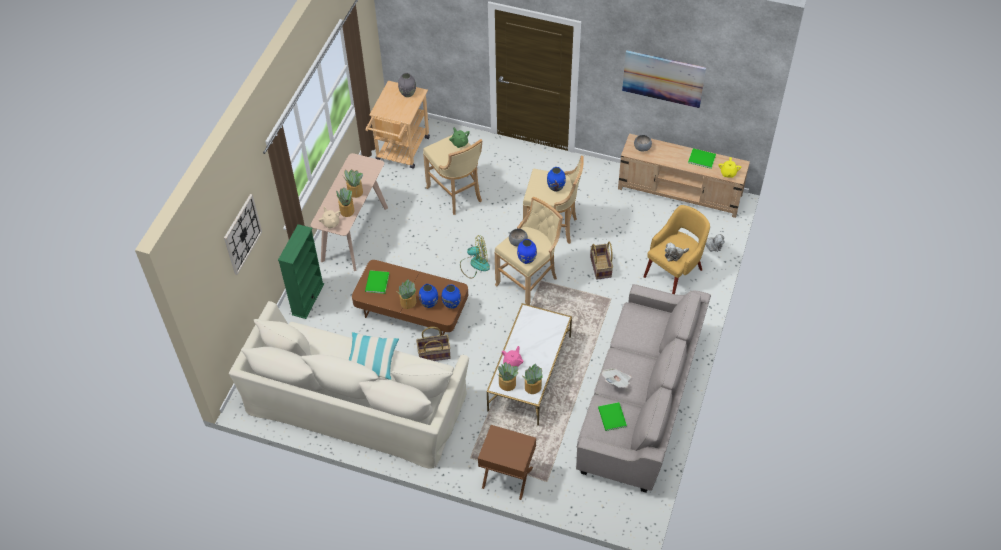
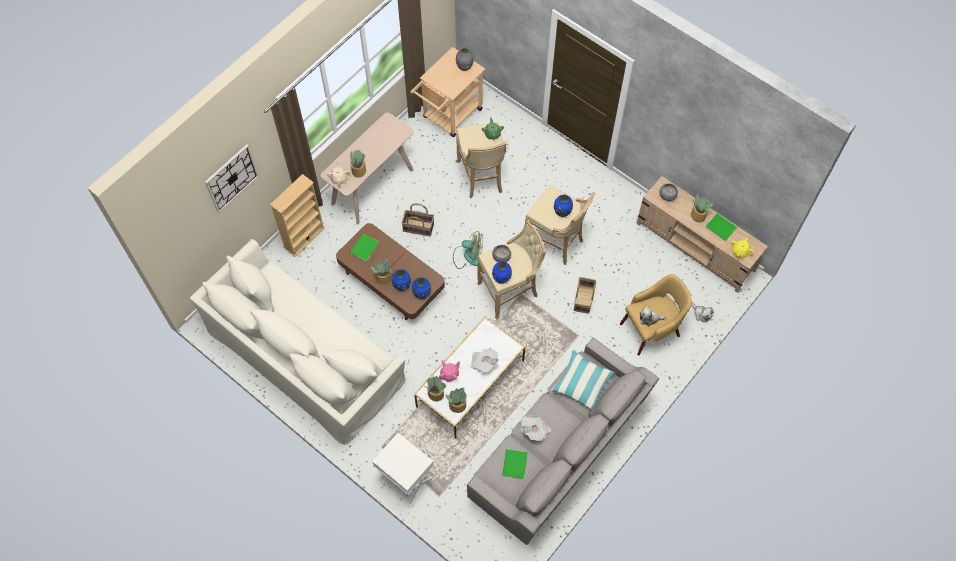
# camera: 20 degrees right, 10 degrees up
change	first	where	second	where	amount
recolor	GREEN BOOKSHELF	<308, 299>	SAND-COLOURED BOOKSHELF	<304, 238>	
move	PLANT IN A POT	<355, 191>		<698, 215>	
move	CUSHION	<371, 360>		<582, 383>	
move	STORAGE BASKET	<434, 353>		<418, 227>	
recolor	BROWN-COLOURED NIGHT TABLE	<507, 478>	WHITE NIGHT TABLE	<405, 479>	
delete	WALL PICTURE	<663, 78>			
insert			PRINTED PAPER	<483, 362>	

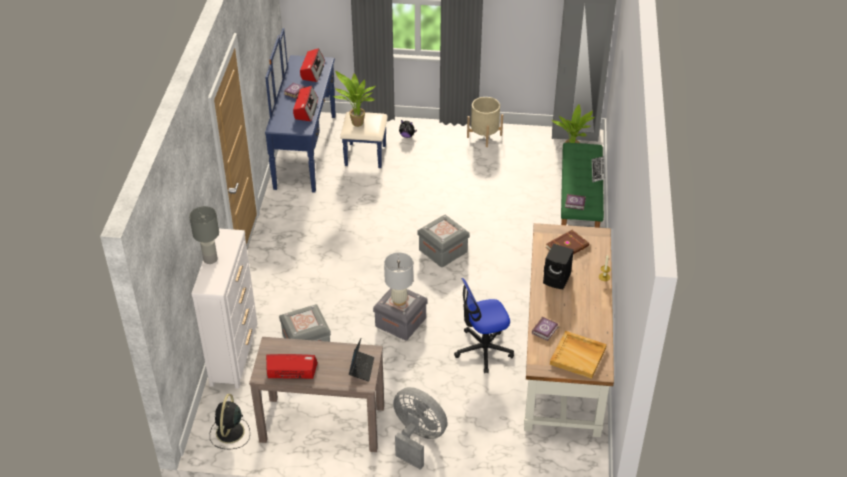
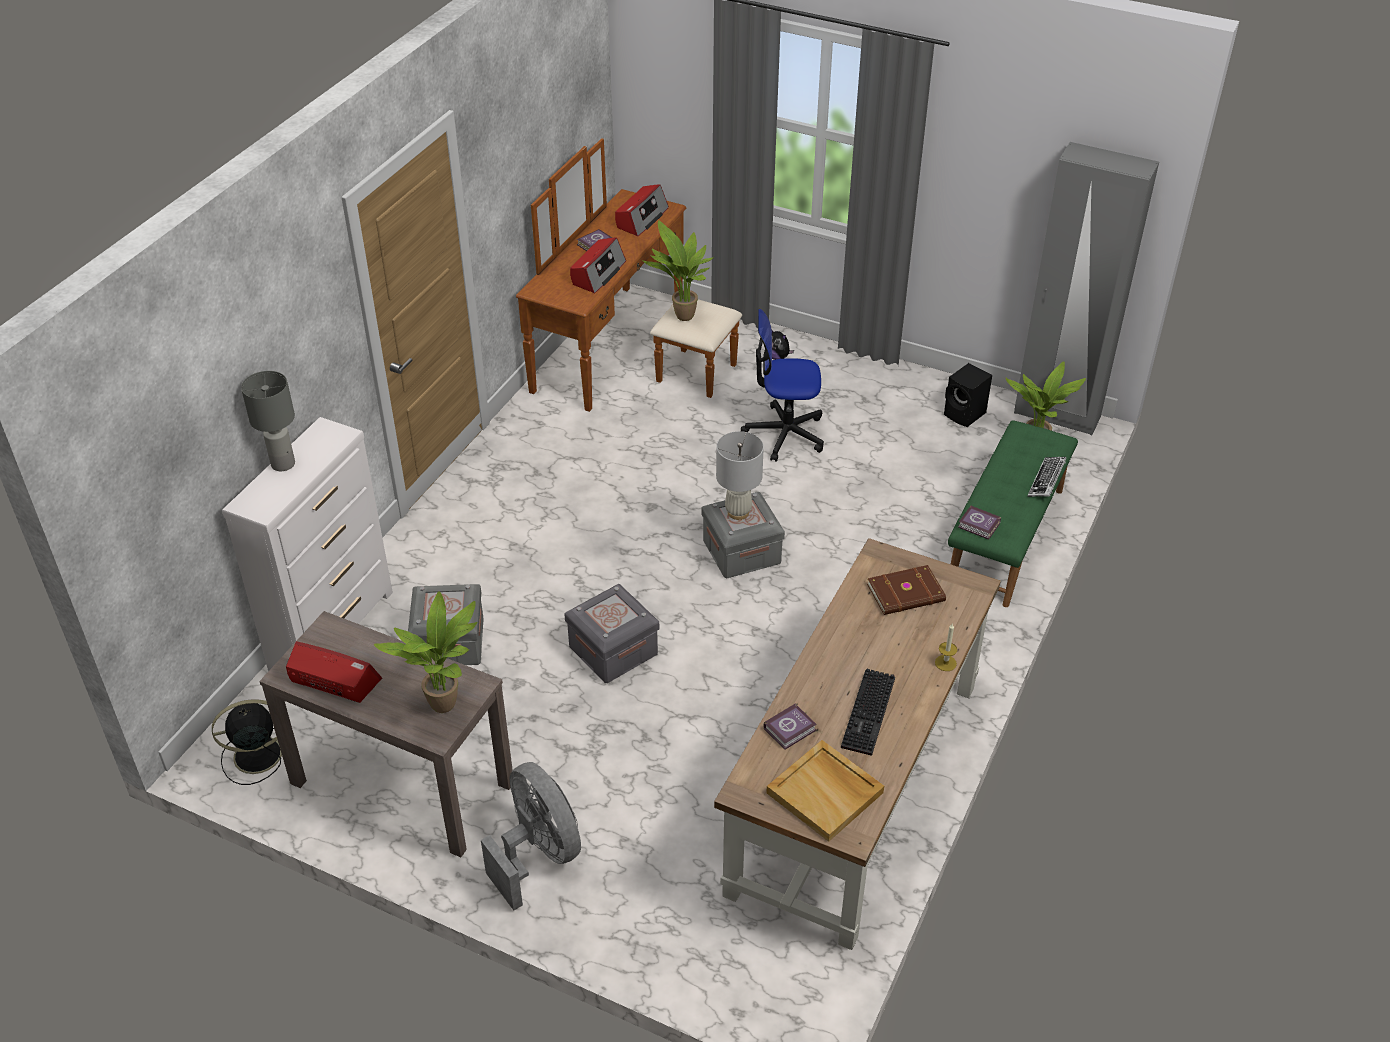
# camera: 20 degrees right, 0 degrees up
change	first	where	second	where	amount
rotate	BLACK FAN	<229, 433>		<255, 755>	45 degrees clockwise
recolor	BLUE-COLOURED DRAWER CHEST	<319, 152>	BROWN-COLOURED DRAWER CHEST	<628, 352>	
replace	LAPTOP	<361, 368>	PLANT IN A POT	<446, 707>	
move	WHITE LAMP FOR A TABLE	<399, 300>		<738, 512>	
move	DESK CHAIR	<483, 350>		<784, 433>	
delete	SAND-COLOURED PLANT POT	<484, 136>			
move	BLACK AUDIO SPEAKER	<557, 279>		<965, 415>	
insert			KEYBOARD	<870, 715>	

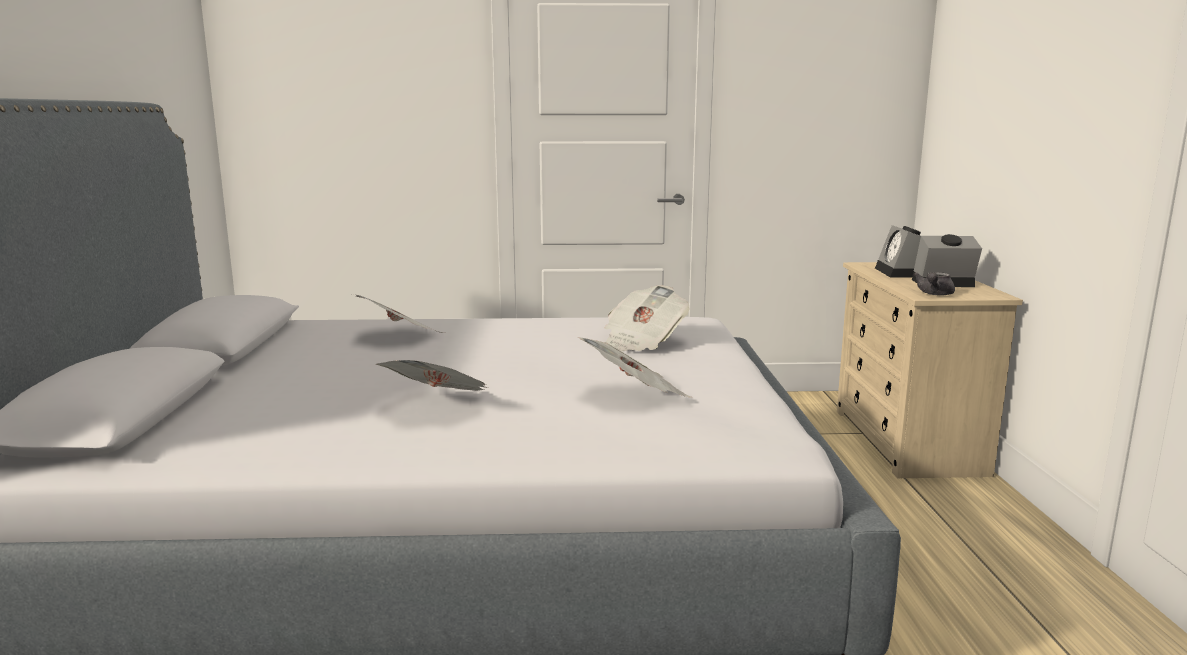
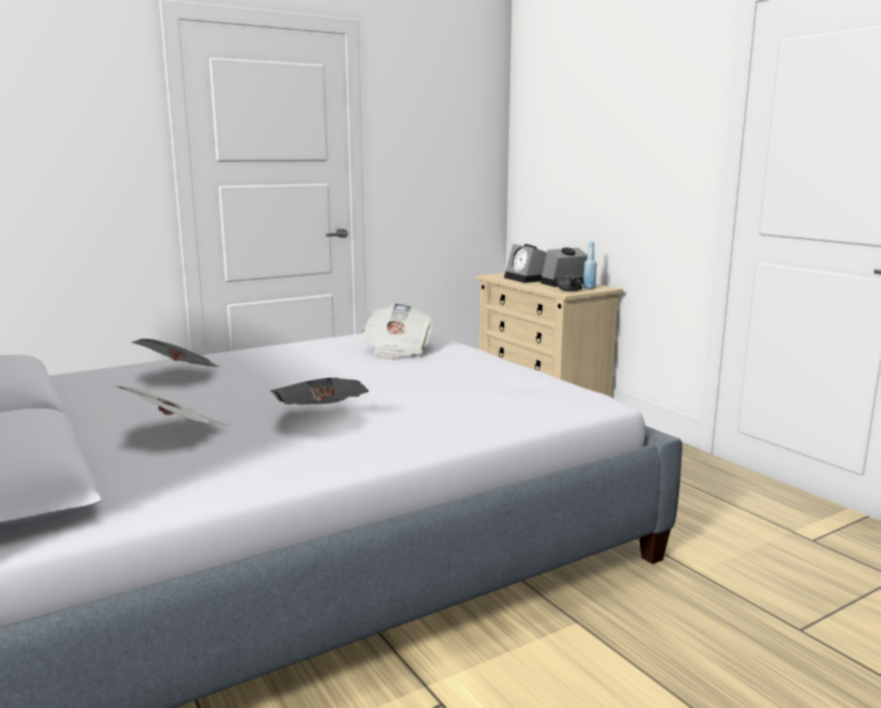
# camera: 30 degrees left, 0 degrees up
change	first	where	second	where	amount
move	PRINTED PAPER	<635, 396>		<175, 433>	
insert			BLUE-COLOURED BEVERAGE BOTTLE	<589, 288>	

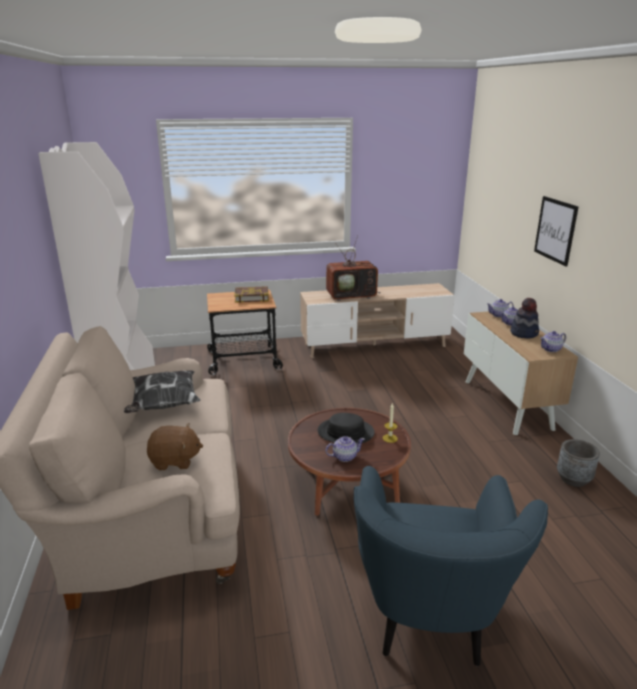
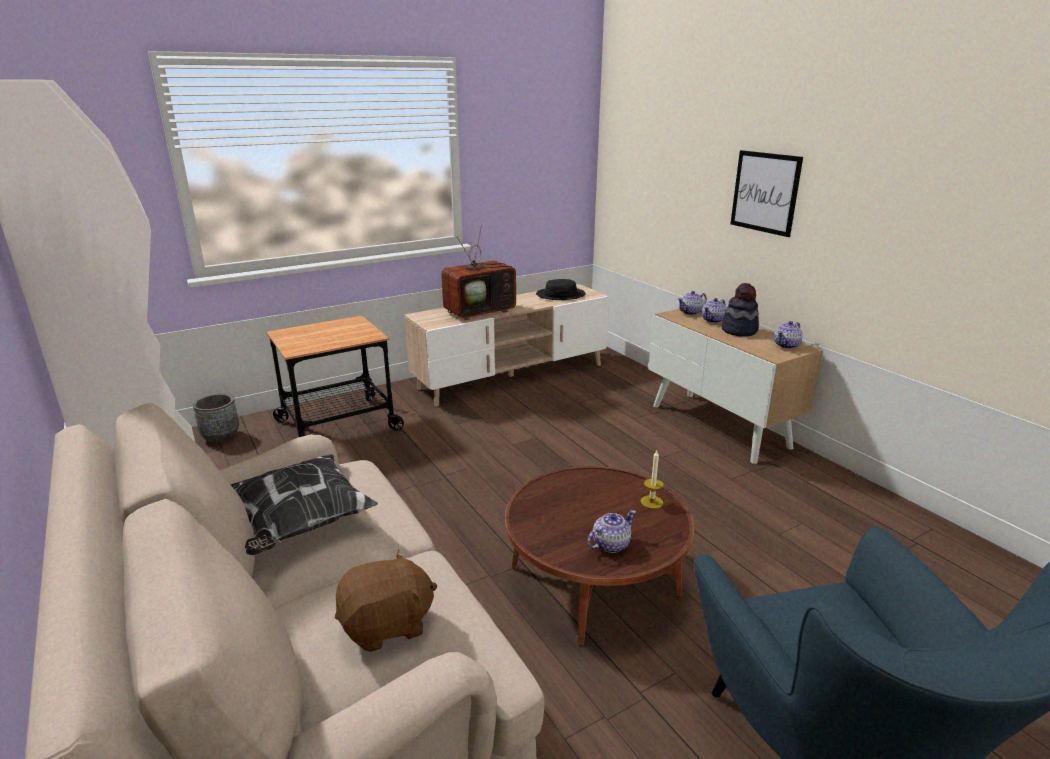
# camera: 20 degrees left, 0 degrees up
change	first	where	second	where	amount
delete	BOOK	<251, 297>			
move	BLACK CLOTHING HAT	<345, 432>		<560, 295>	
move	GRAY PLANT POT	<573, 479>		<221, 436>	

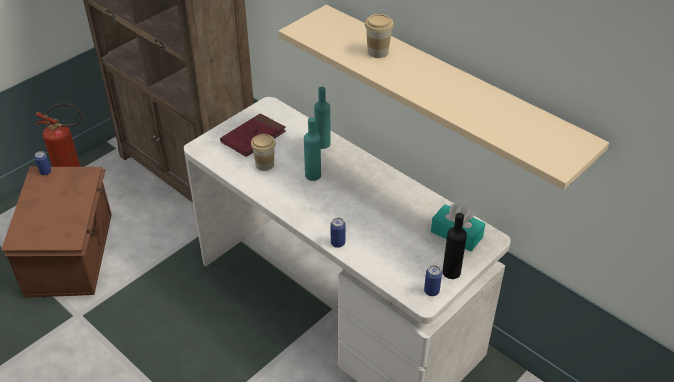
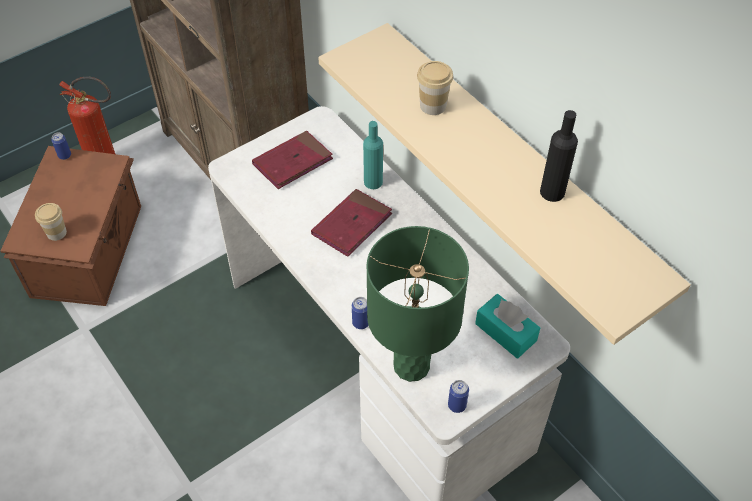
# camera: 10 degrees right, 10 degrees up
change	first	where	second	where	amount
move	SMALL CUP	<264, 164>		<56, 233>	
replace	BLUE-GREEN BEVERAGE BOTTLE	<313, 175>	RED BOOK	<352, 225>	
move	BLACK BEVERAGE BOTTLE	<451, 272>		<552, 192>	
insert			GREEN LAMP FOR A TABLE	<412, 366>	

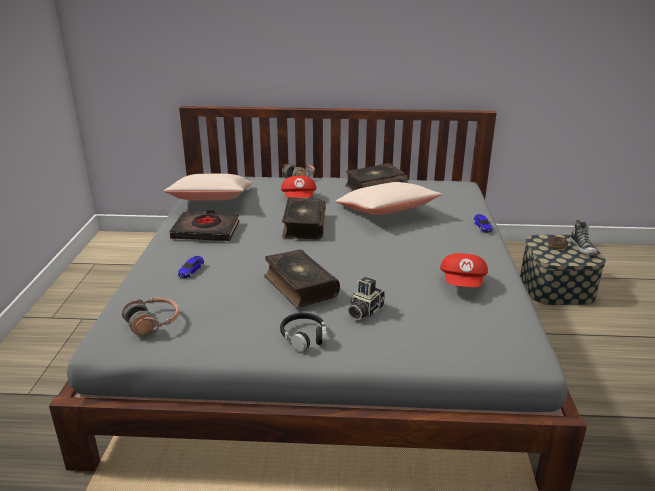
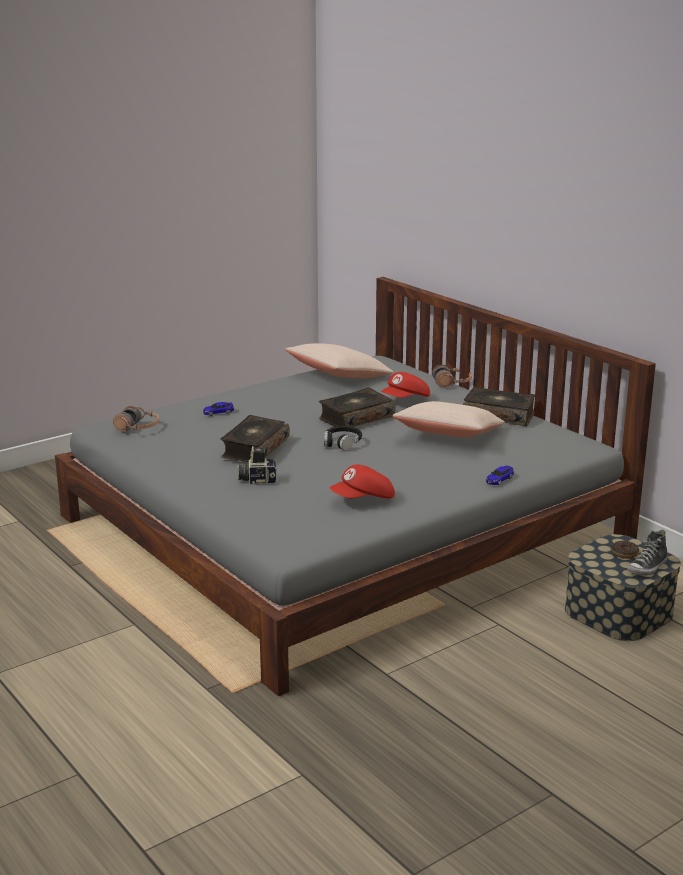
# camera: 50 degrees right, 5 degrees down
change	first	where	second	where	amount
delete	BLACK BOOK	<206, 231>			
move	BLACK HEADSET	<304, 336>		<342, 443>	

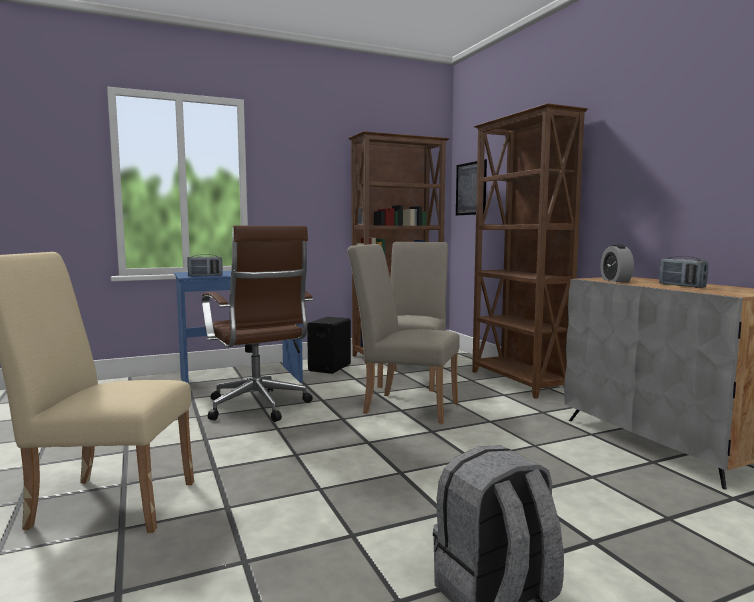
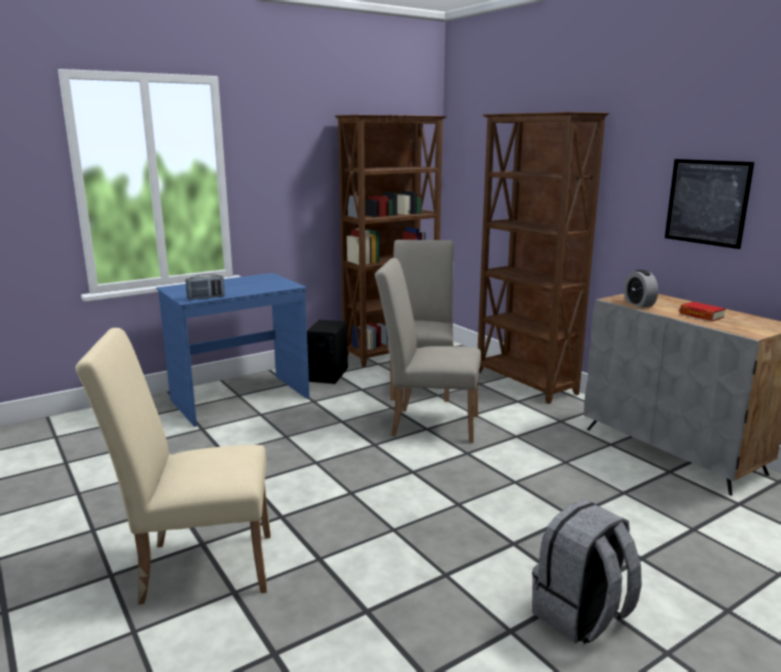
# camera: 10 degrees left, 10 degrees up
change	first	where	second	where	amount
delete	BROWN-COLOURED DESK CHAIR	<259, 408>			
move	WALL PICTURE	<471, 188>		<707, 202>	
replace	RADIO RECEIVER	<681, 286>	BOOK	<701, 315>	

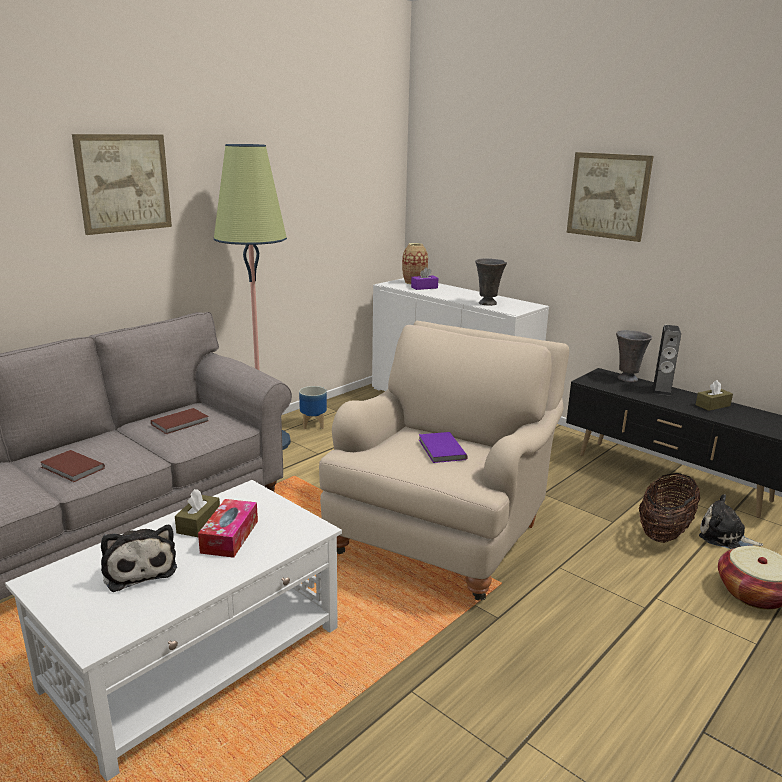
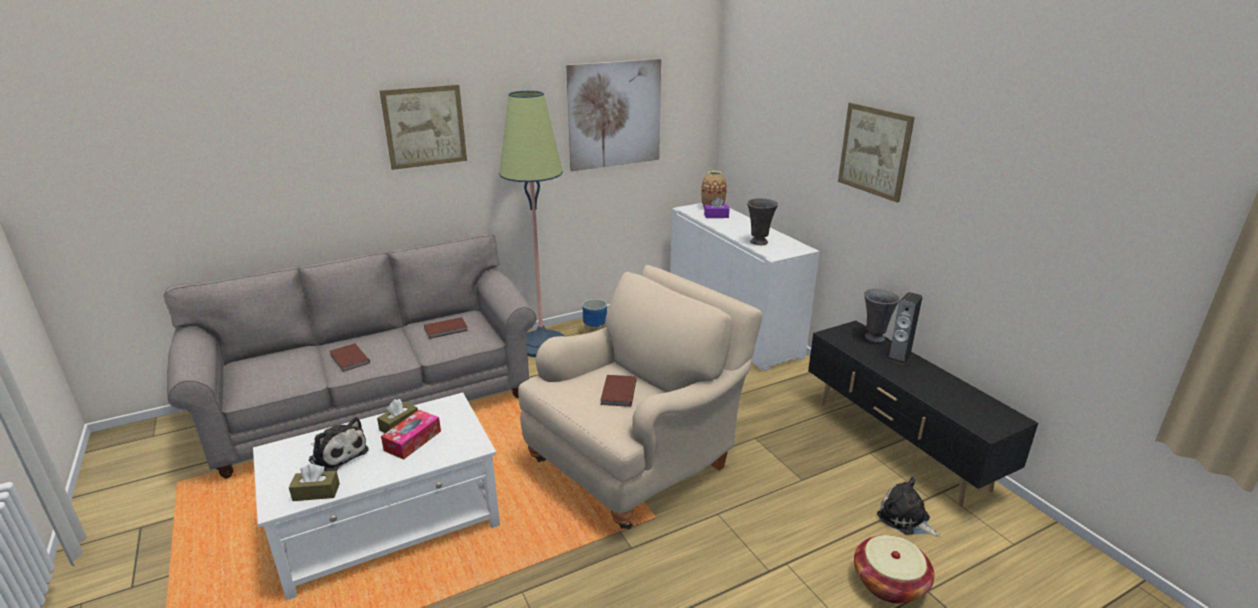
# camera: 20 degrees right, 5 degrees up
change	first	where	second	where	amount
rotate	SOFT TOY	<139, 568>		<337, 454>	45 degrees counterclockwise
recolor	PURPLISH BOOK	<440, 450>	BROWN-COLOURED BOOK	<617, 392>	
delete	STORAGE BASKET	<664, 532>			
move	BROWN-COLOURED BOX OF TISSUES	<712, 405>		<316, 492>	
insert			WALL PICTURE	<614, 114>	

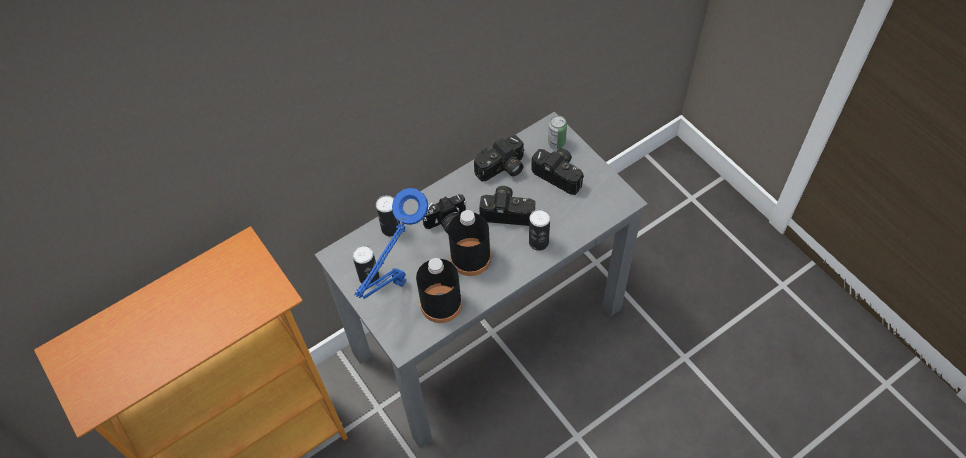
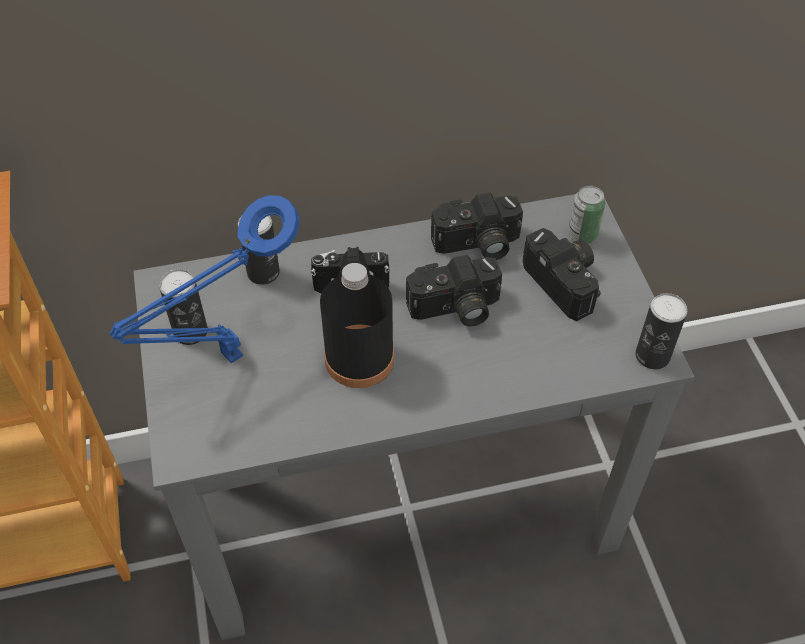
# camera: 20 degrees right, 5 degrees down
change	first	where	second	where	amount
delete	BLACK BEVERAGE BOTTLE	<441, 304>			
rotate	STILL CAMERA	<508, 211>		<455, 309>	135 degrees clockwise
move	CAN	<538, 242>		<652, 356>	

